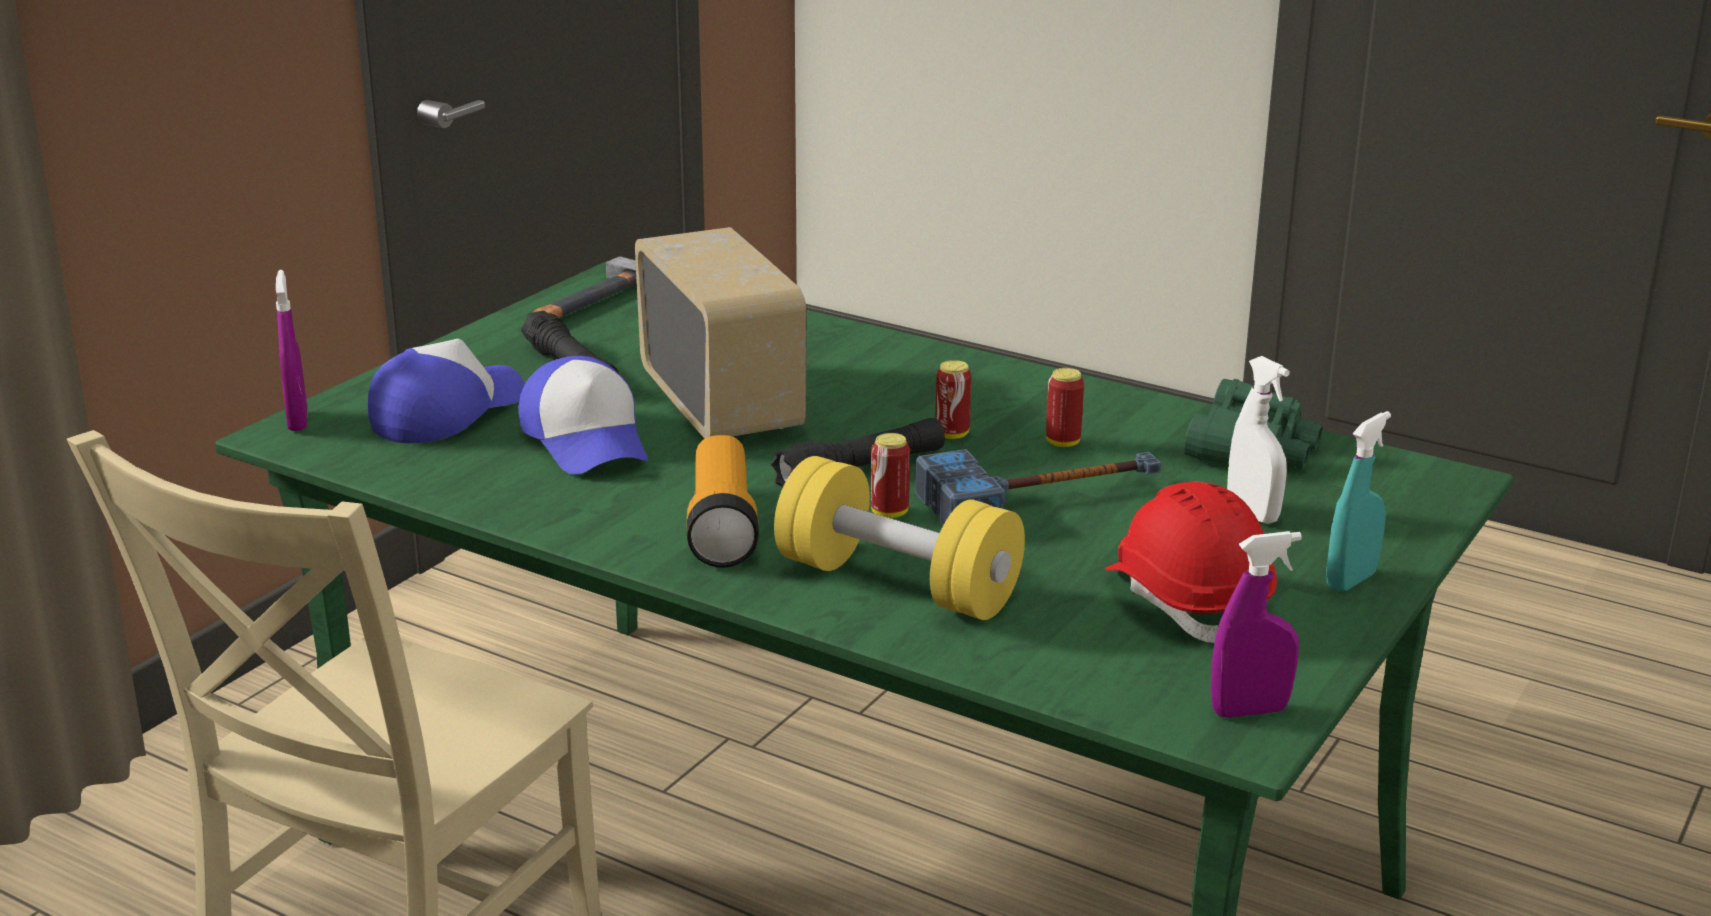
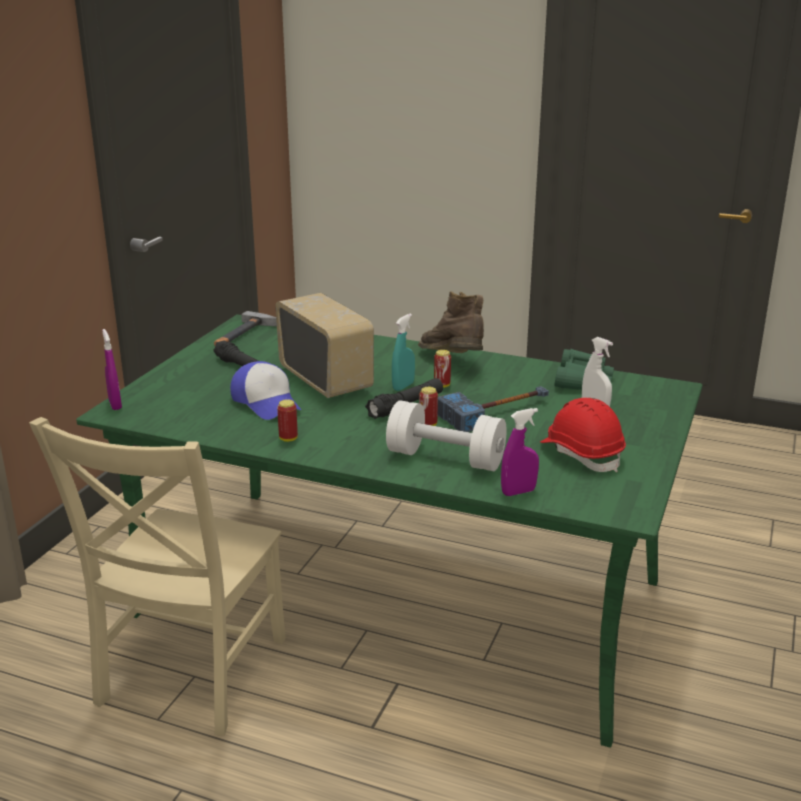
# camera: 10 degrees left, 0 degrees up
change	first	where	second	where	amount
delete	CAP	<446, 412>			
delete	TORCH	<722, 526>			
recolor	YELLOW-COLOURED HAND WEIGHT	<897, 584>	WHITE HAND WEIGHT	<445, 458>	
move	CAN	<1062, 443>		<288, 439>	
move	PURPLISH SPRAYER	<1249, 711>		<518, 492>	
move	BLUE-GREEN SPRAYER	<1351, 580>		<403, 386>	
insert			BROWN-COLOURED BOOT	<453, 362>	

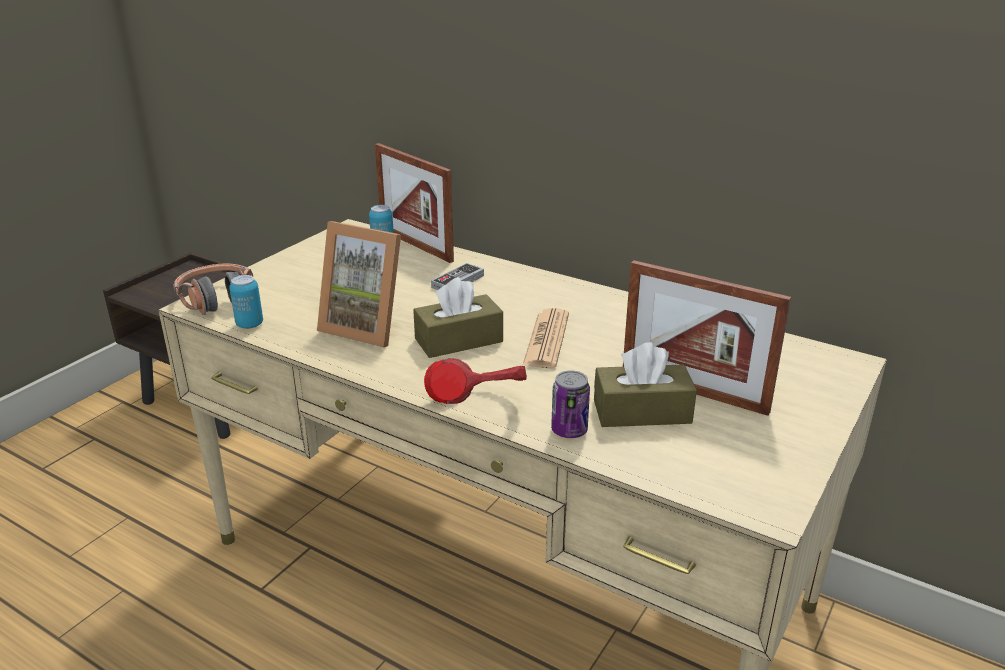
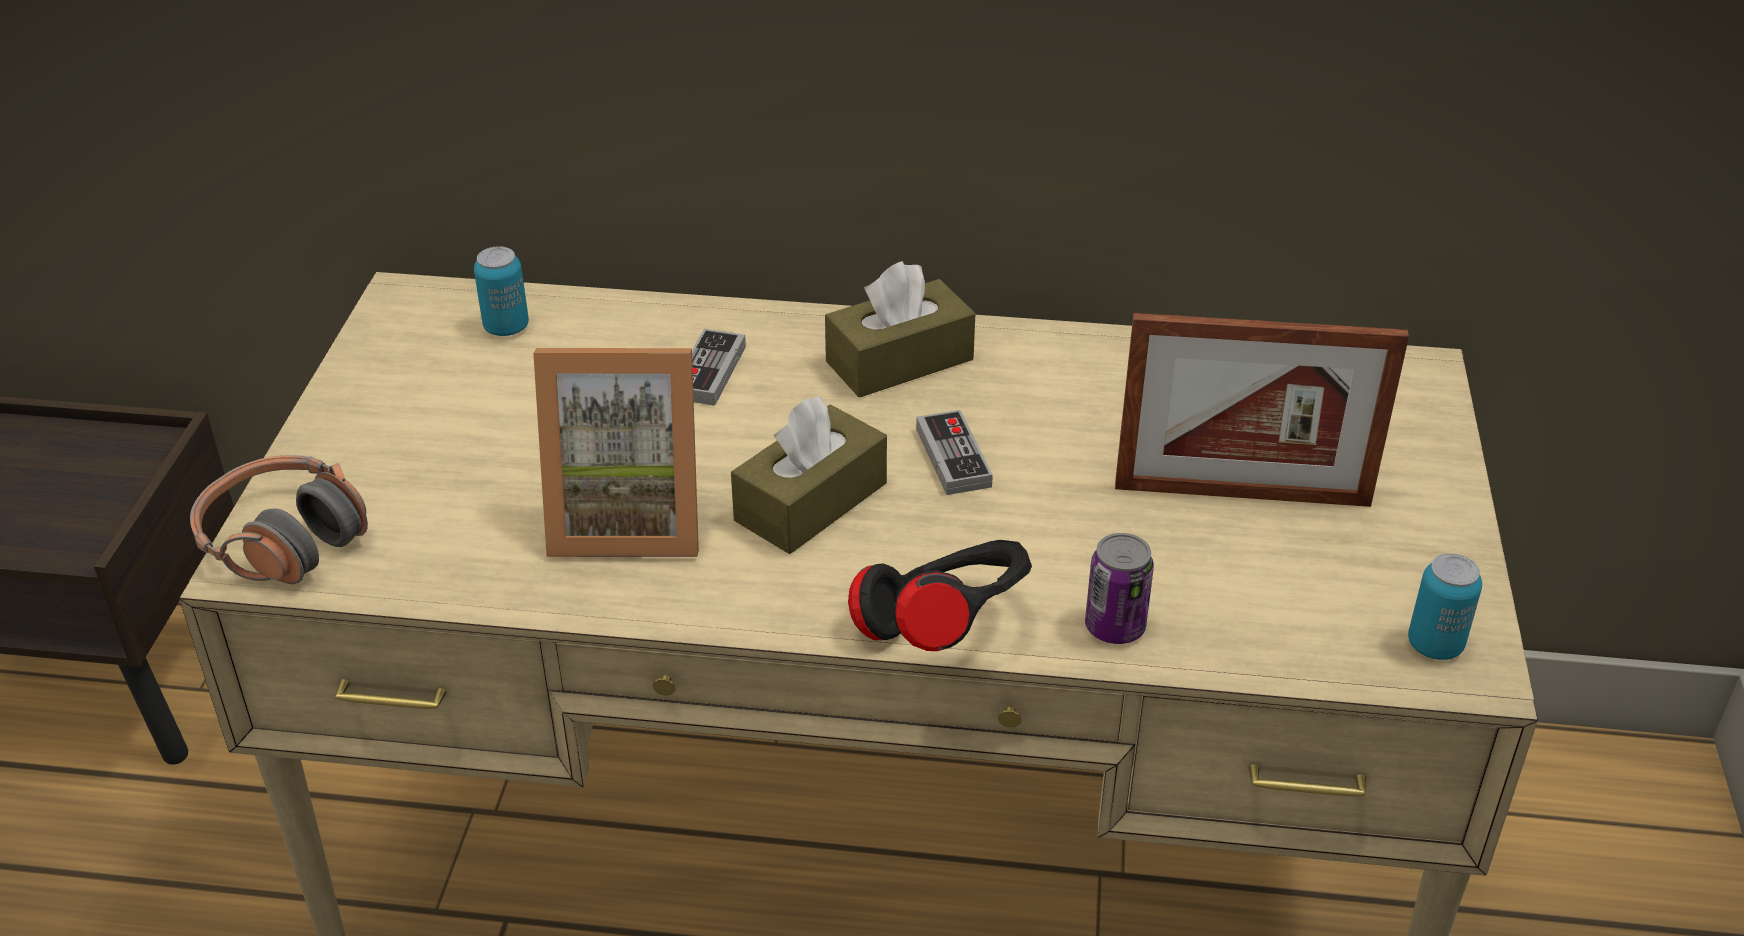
# camera: 25 degrees left, 10 degrees up
change	first	where	second	where	amount
move	CAN	<249, 324>		<1435, 645>	
delete	STANDING FRAME	<416, 245>			
recolor	RED HEADSET	<476, 408>	BLACK HEADSET	<944, 631>	
replace	PRINTED PAPER	<546, 339>	GAME CONTROLLER	<953, 457>	
move	BROWN-COLOURED BOX OF TISSUES	<642, 412>		<899, 361>	

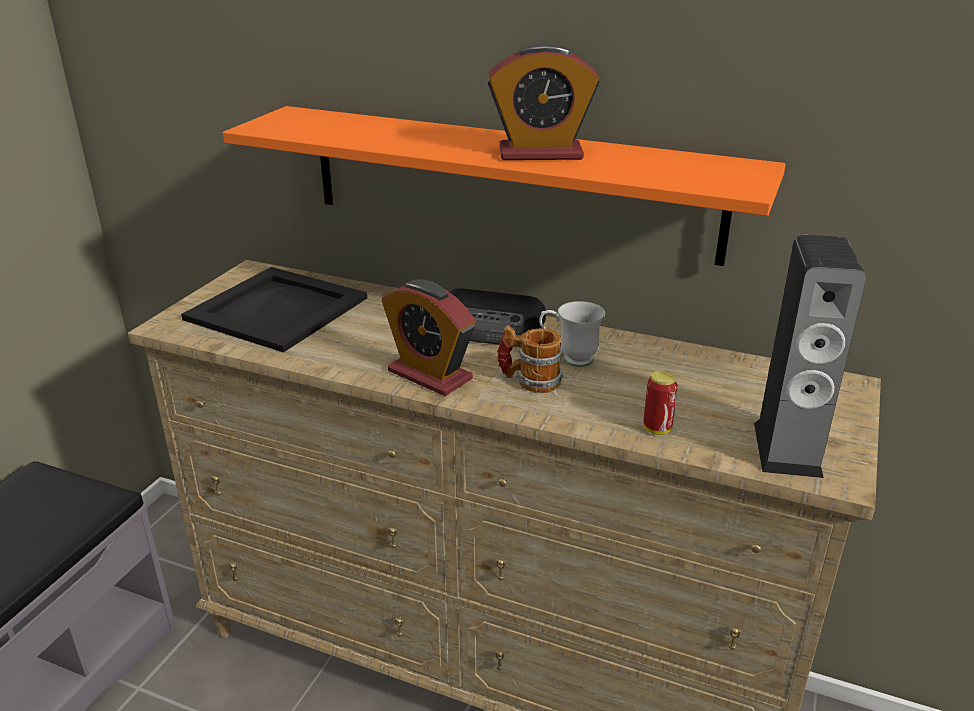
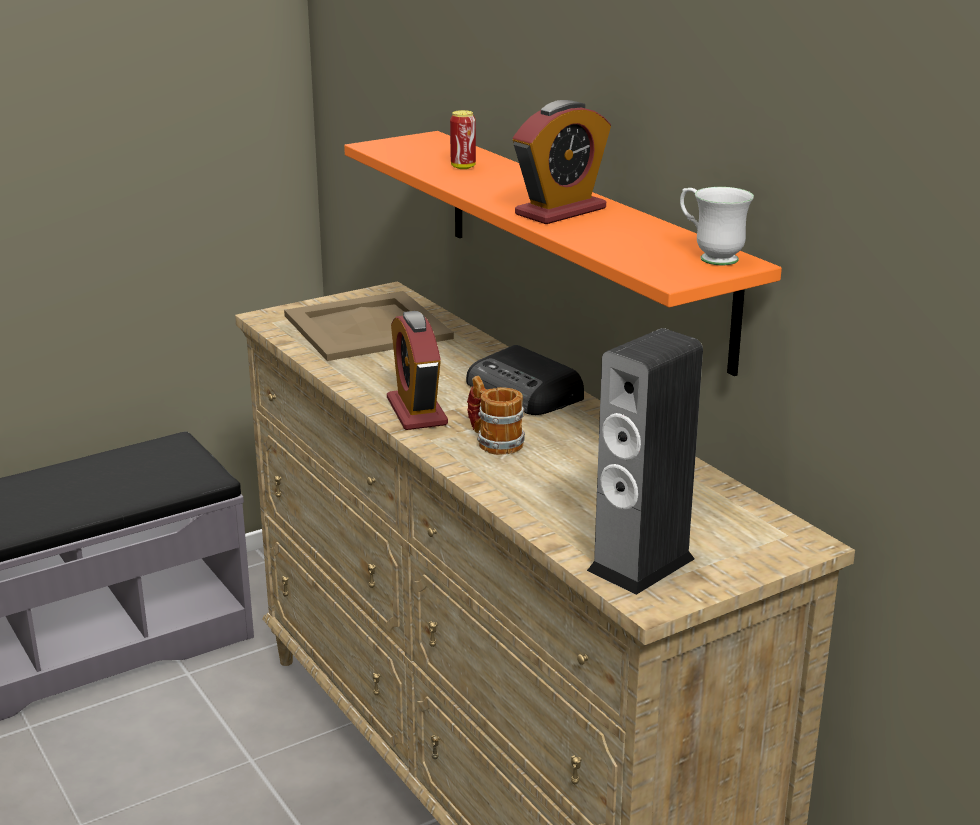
# camera: 35 degrees right, 5 degrees down
change	first	where	second	where	amount
recolor	BLACK SERVING TRAY	<278, 308>	SAND-COLOURED SERVING TRAY	<369, 327>	
rotate	ALARM CLOCK	<540, 153>		<560, 211>	75 degrees counterclockwise
move	WHITE COFFEE MUG	<569, 358>		<710, 257>	
move	CAN	<657, 429>		<463, 167>	

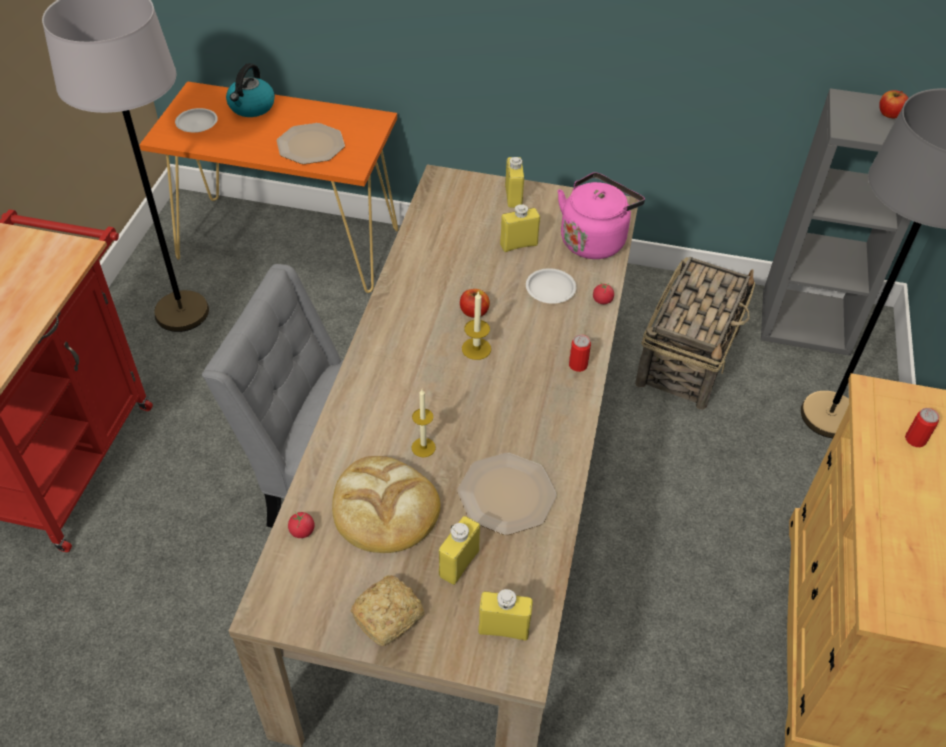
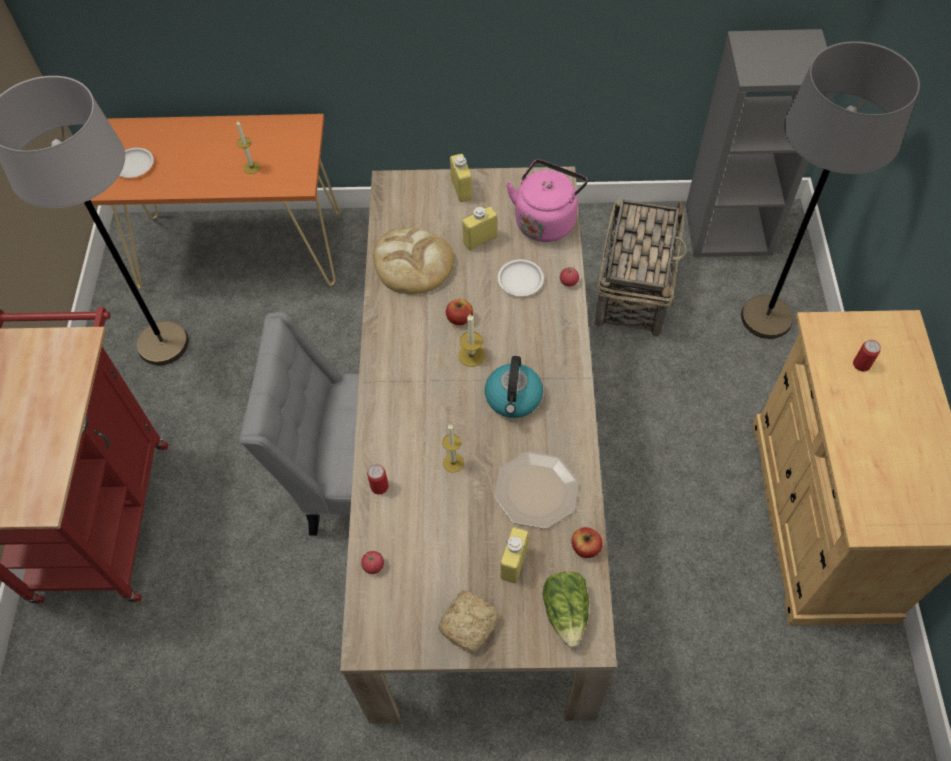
# camera: 10 degrees left, 10 degrees up
change	first	where	second	where	amount
move	KETTLE	<251, 107>		<514, 398>	
replace	DINNER PLATE	<310, 145>	CANDLE	<251, 167>	
move	BAKERY BREAD	<384, 508>		<413, 263>	
replace	YELLOW-COLOURED BEVERAGE BOTTLE	<503, 629>	LETTUCE HEAD	<566, 612>	
move	CAN	<578, 365>		<379, 486>	
move	WHOLE APPLE	<889, 114>		<585, 547>	

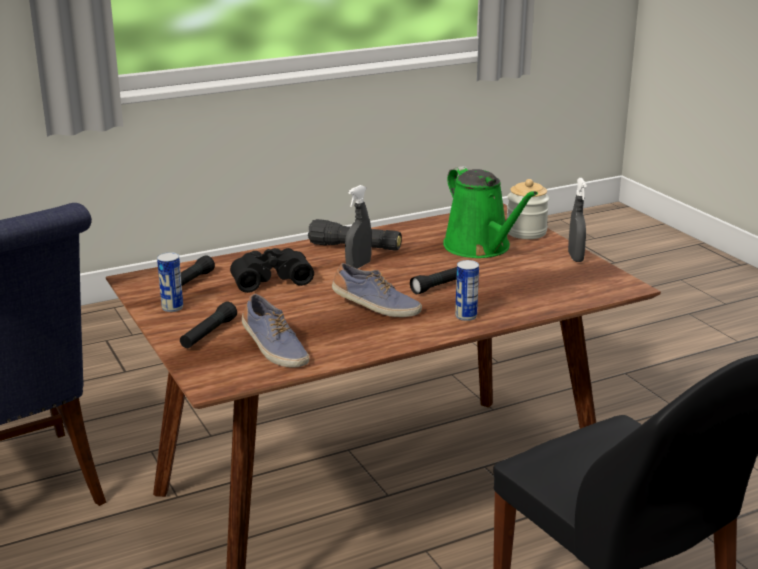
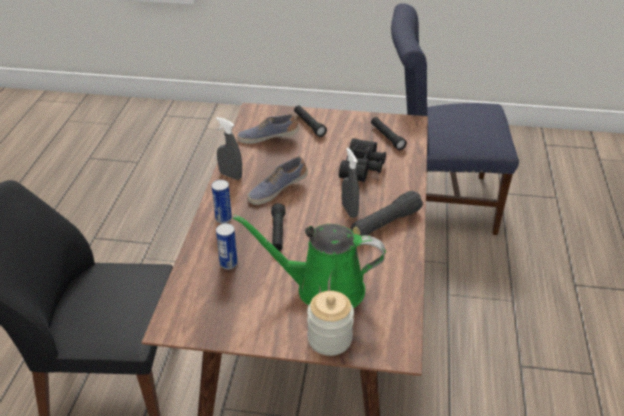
# camera: 125 degrees right, 15 degrees up
change	first	where	second	where	amount
move	CAN	<172, 308>		<228, 264>	
move	GRAY SPRAYER	<575, 257>		<230, 175>	

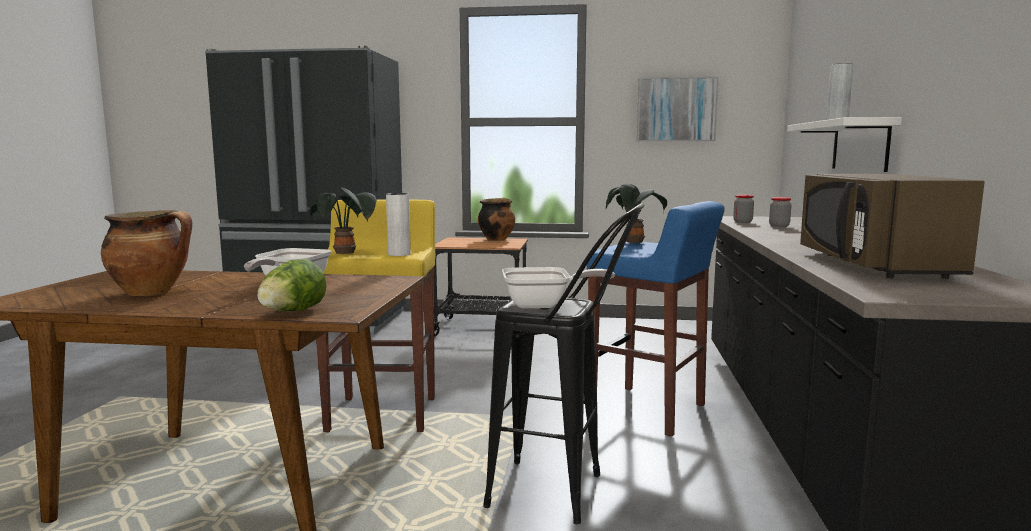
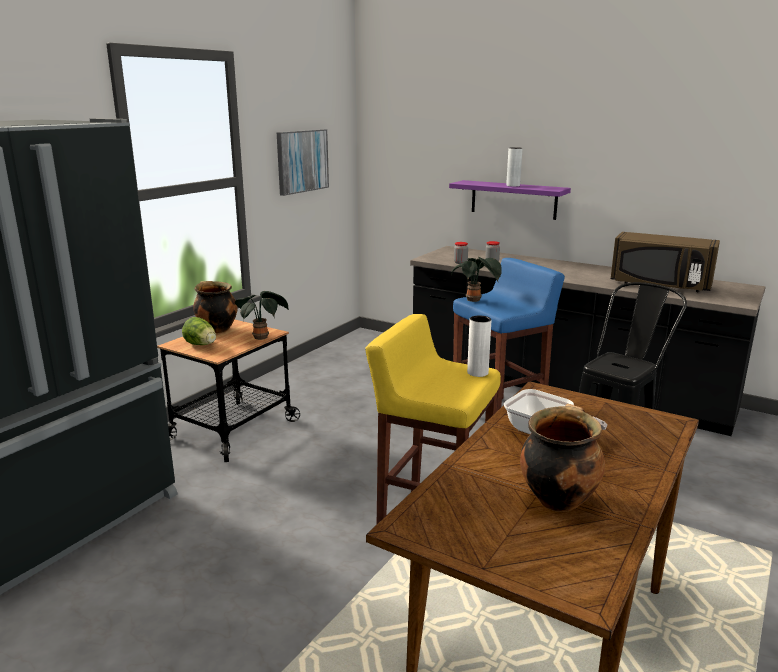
# camera: 65 degrees left, 10 degrees up
change	first	where	second	where	amount
move	LETTUCE HEAD	<292, 312>		<201, 345>	
move	PLANT IN A POT	<347, 253>		<262, 337>	
delete	PAN	<544, 305>			
recolor	WHITE SHELF	<860, 145>	PURPLISH SHELF	<513, 199>	

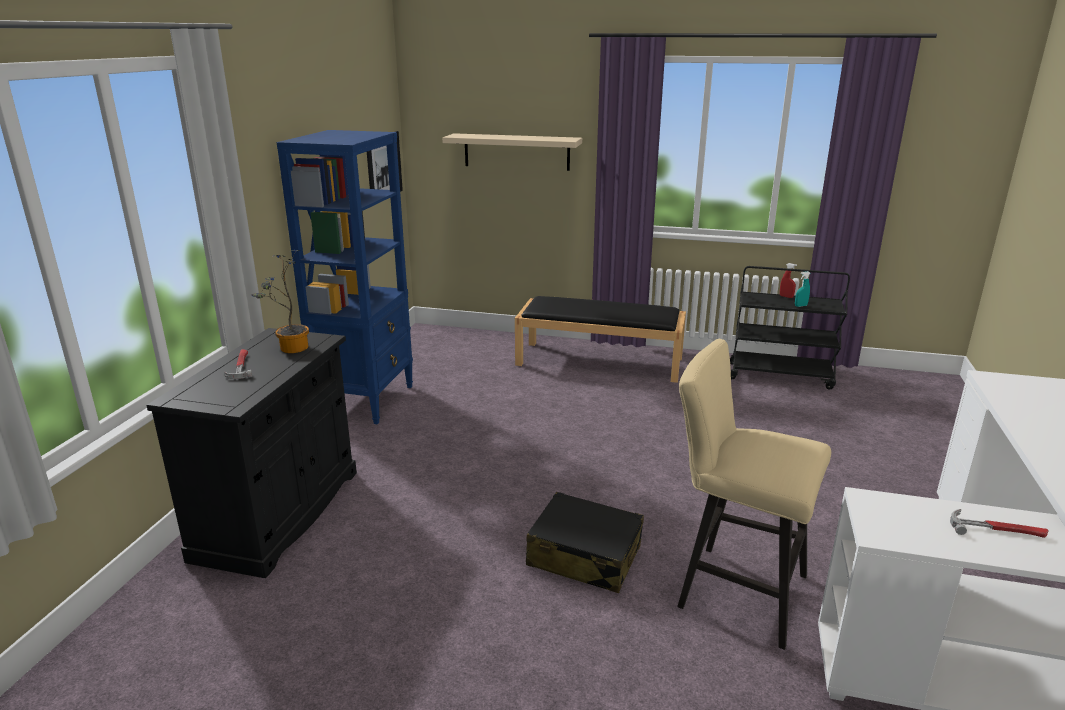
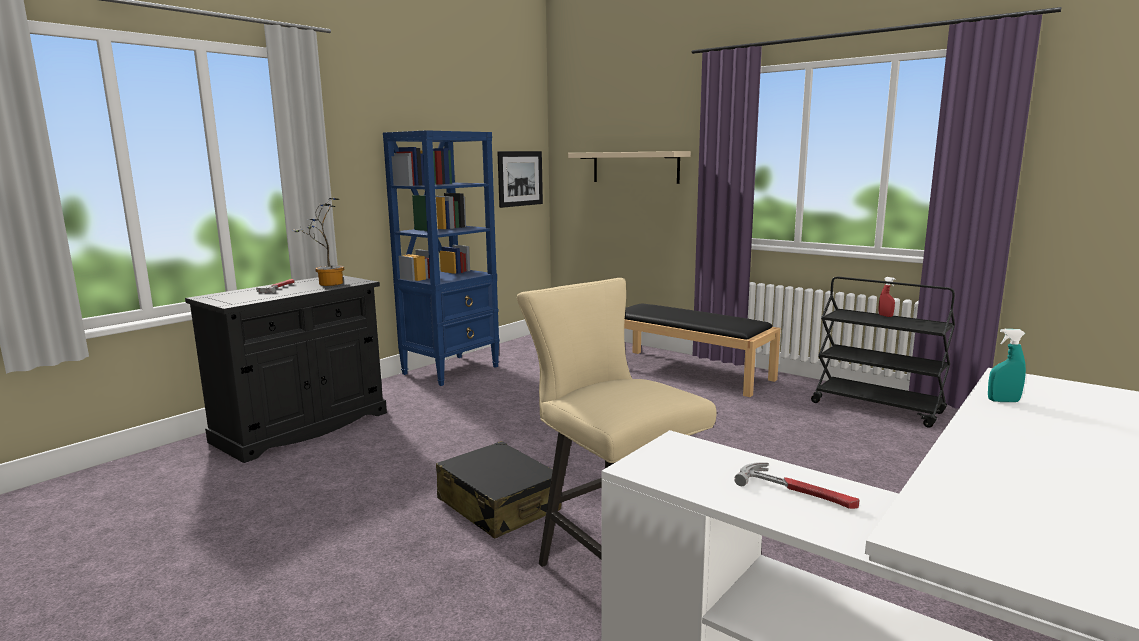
# camera: 25 degrees right, 10 degrees down
change	first	where	second	where	amount
move	BLUE-GREEN SPRAYER	<800, 306>		<1003, 401>	

